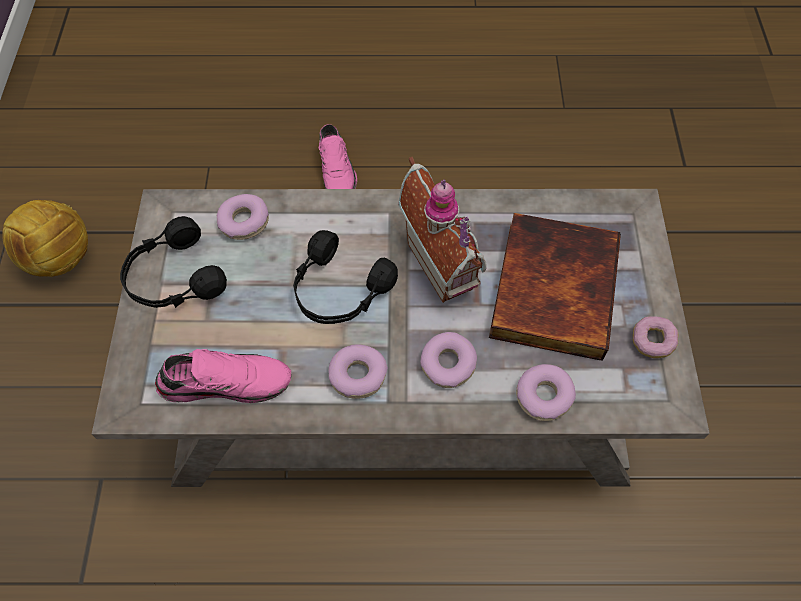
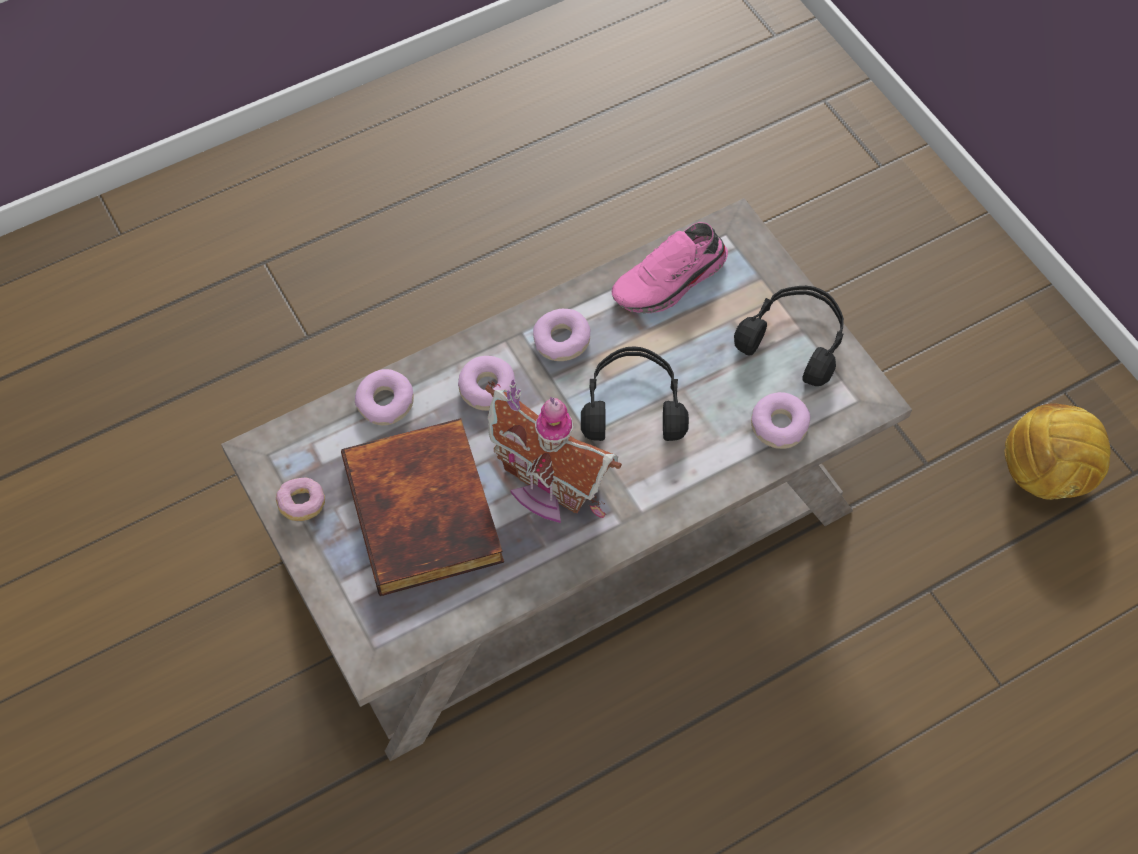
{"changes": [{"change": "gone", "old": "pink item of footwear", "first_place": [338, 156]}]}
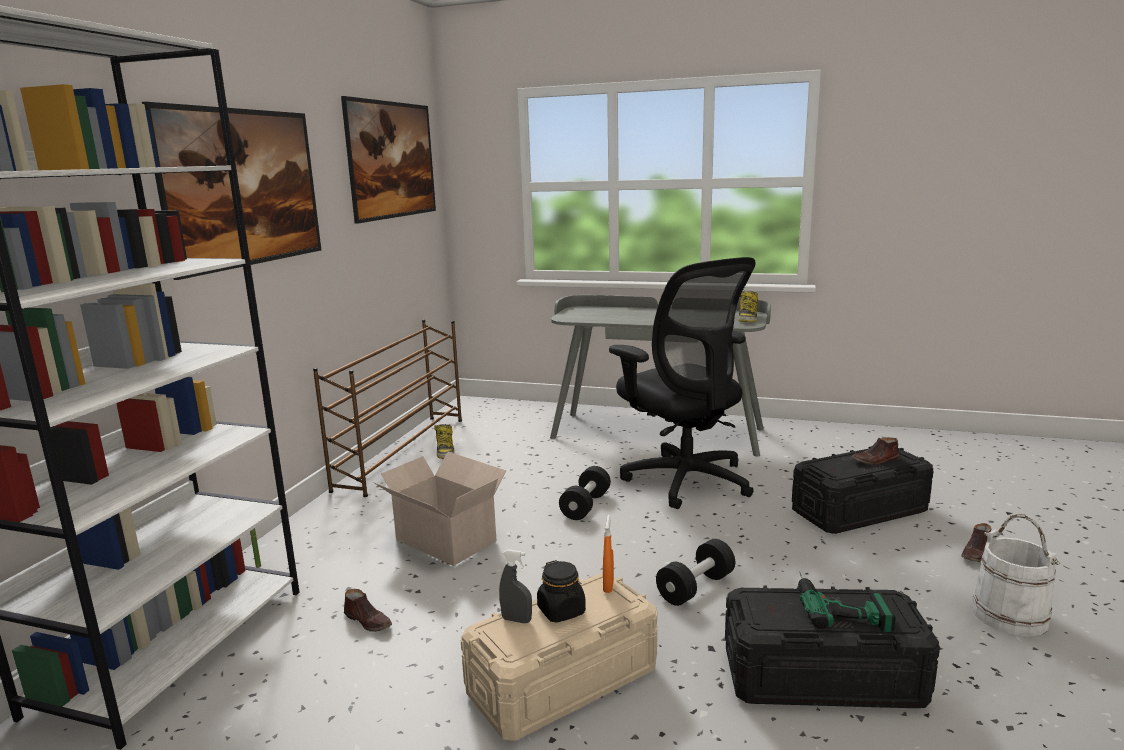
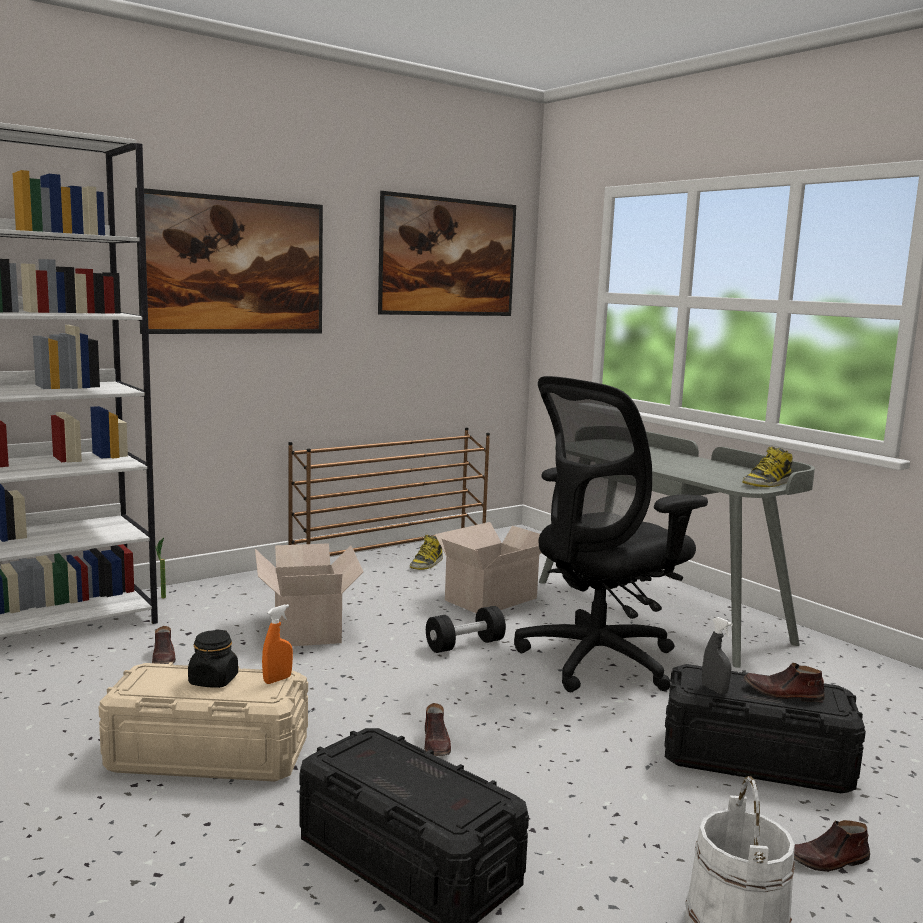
{"changes": [{"change": "shifted", "old": "greyish sprayer", "first_place": [515, 586], "second_place": [717, 655]}, {"change": "rotated", "old": "blackish computer chair", "first_place": [682, 383], "second_place": [611, 534], "degrees": 45}, {"change": "swapped", "old": "blackish dumbbell", "new": "brownish item of footwear", "first_place": [695, 572], "second_place": [437, 729]}, {"change": "gone", "old": "electric drill", "first_place": [847, 601]}, {"change": "new", "new": "cardboard box", "second_place": [488, 567]}]}
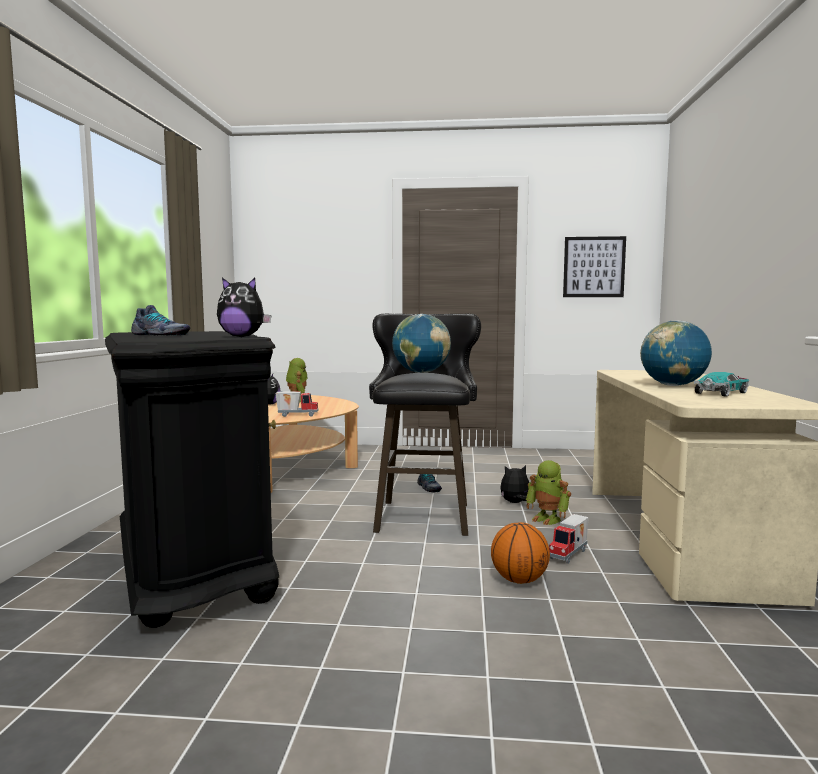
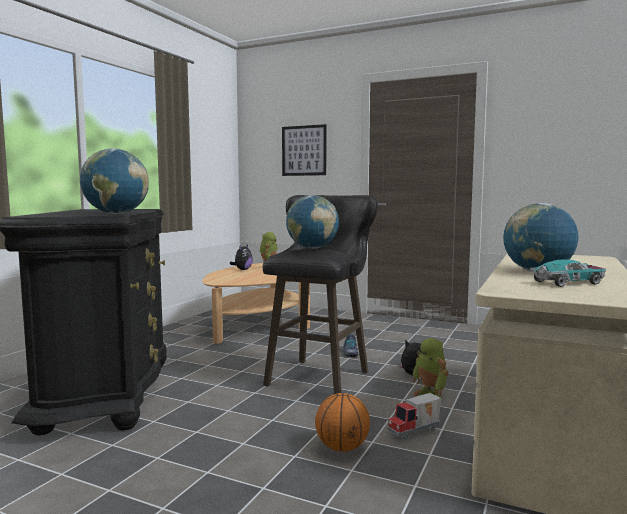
{"changes": [{"change": "gone", "old": "item of footwear", "first_place": [160, 320]}, {"change": "swapped", "old": "soft toy", "new": "globe", "first_place": [244, 307], "second_place": [114, 181]}, {"change": "gone", "old": "toy lorry", "first_place": [296, 404]}, {"change": "shifted", "old": "wall art", "first_place": [594, 266], "second_place": [304, 150]}]}
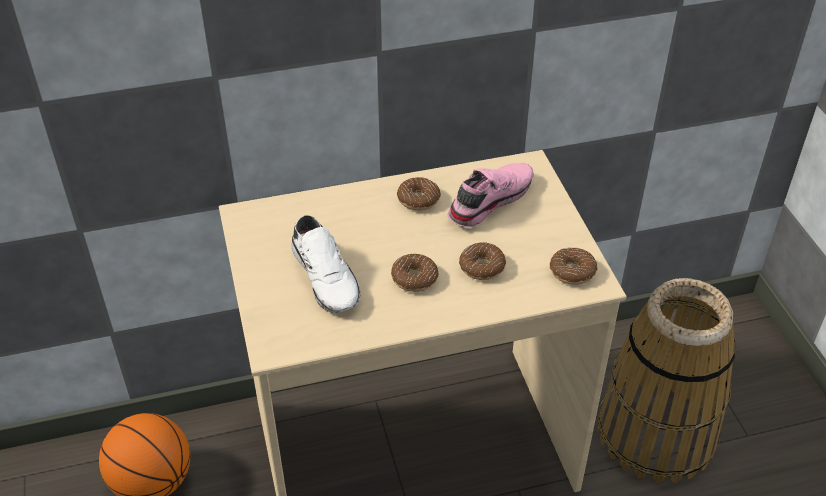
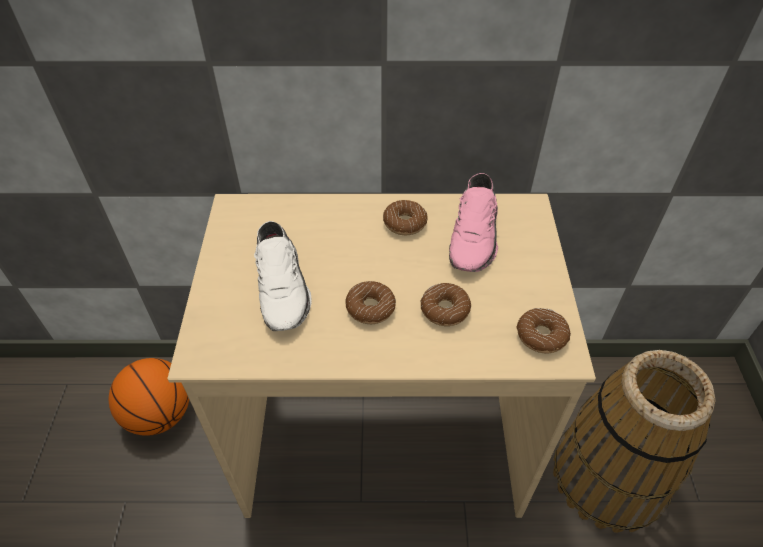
{"changes": [{"change": "rotated", "old": "pink item of footwear", "first_place": [491, 195], "second_place": [473, 222], "degrees": 135}]}
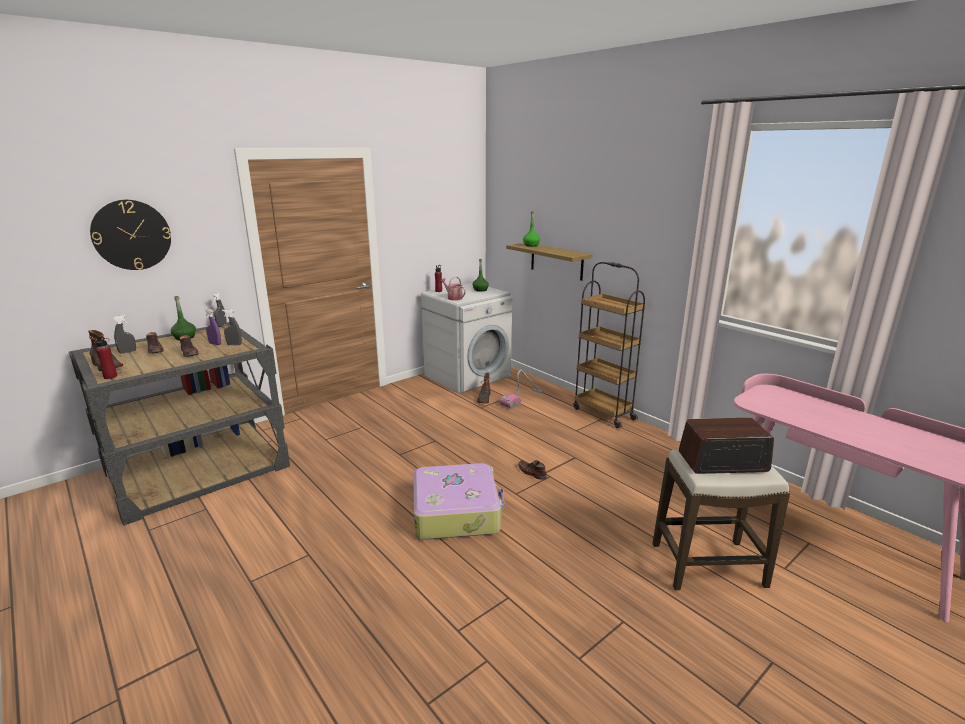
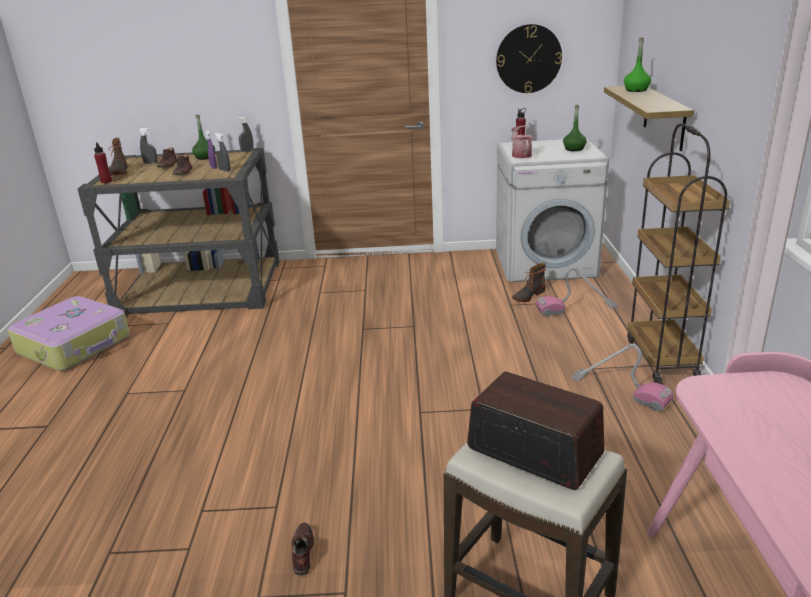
{"changes": [{"change": "shifted", "old": "wall clock", "first_place": [130, 235], "second_place": [529, 58]}, {"change": "shifted", "old": "piece of luggage", "first_place": [459, 501], "second_place": [69, 333]}, {"change": "shifted", "old": "brownish item of footwear", "first_place": [532, 470], "second_place": [302, 549]}, {"change": "new", "new": "vacuum cleaner", "second_place": [623, 377]}]}
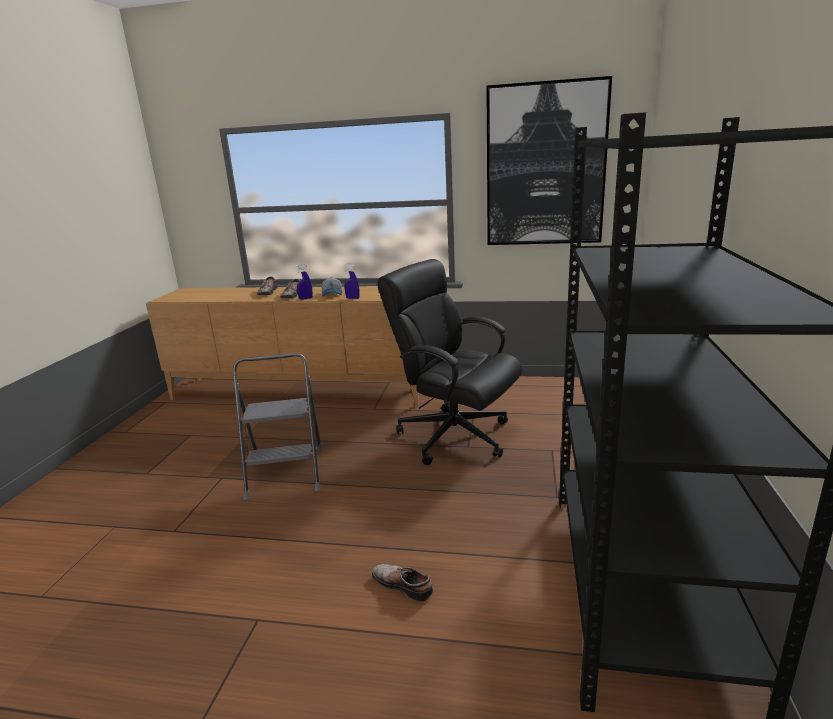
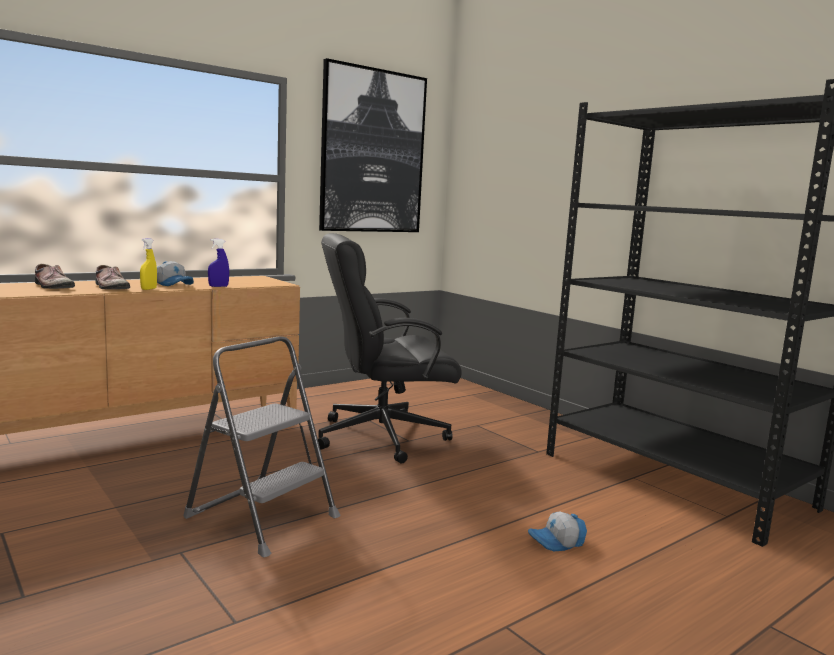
{"changes": [{"change": "repainted", "old": "bluish sprayer", "new": "yellow sprayer", "first_place": [304, 282], "second_place": [148, 264]}, {"change": "swapped", "old": "item of footwear", "new": "peaked cap", "first_place": [402, 583], "second_place": [557, 531]}]}
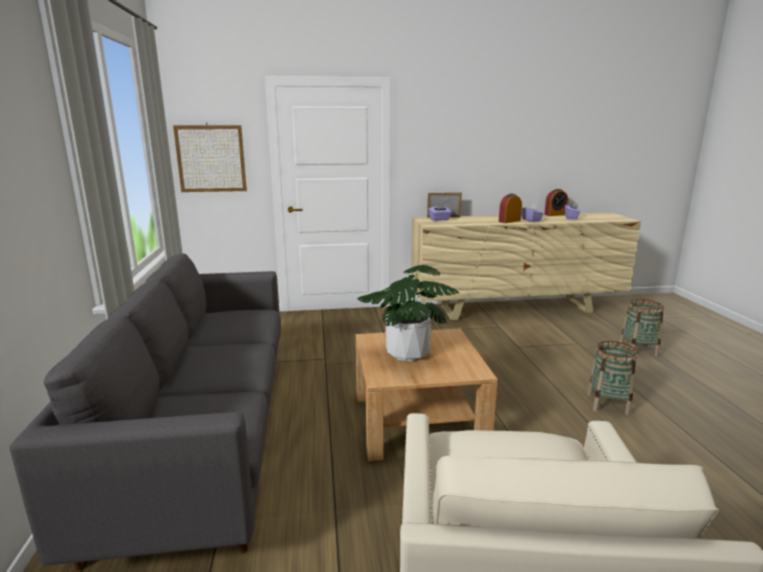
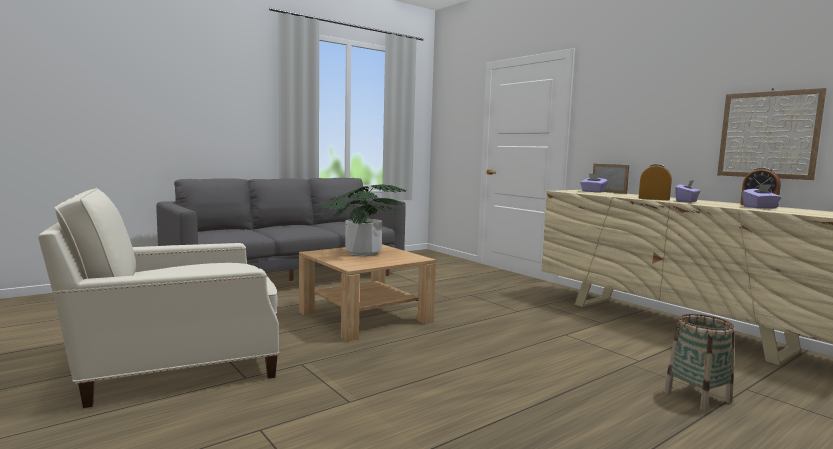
{"changes": [{"change": "shifted", "old": "wall art", "first_place": [210, 157], "second_place": [772, 134]}, {"change": "gone", "old": "household basket", "first_place": [612, 378]}]}
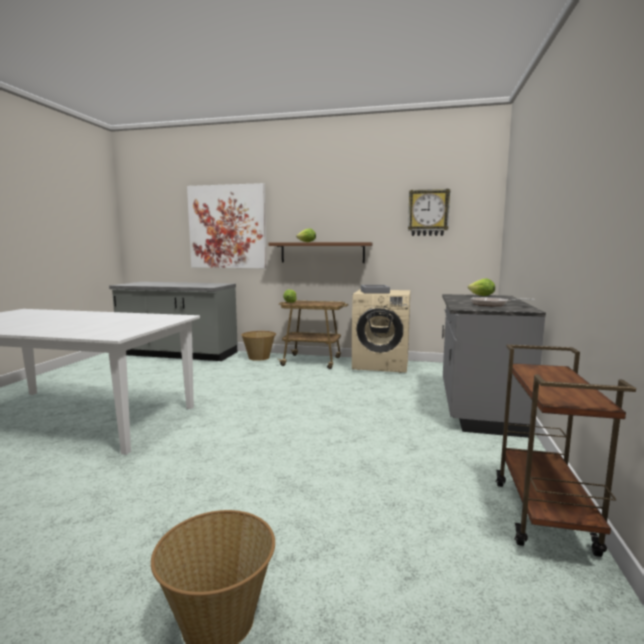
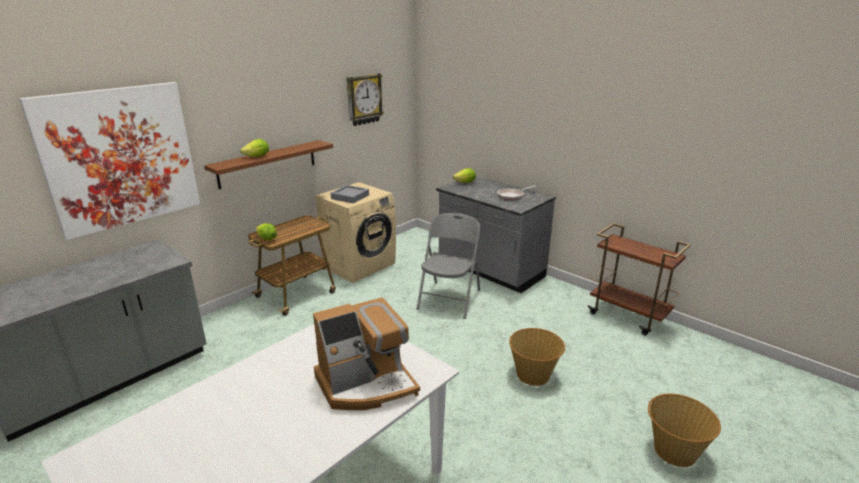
{"changes": [{"change": "shifted", "old": "household basket", "first_place": [258, 346], "second_place": [537, 357]}, {"change": "new", "new": "coffee machine", "second_place": [366, 353]}, {"change": "new", "new": "greyish upright chair", "second_place": [448, 266]}]}
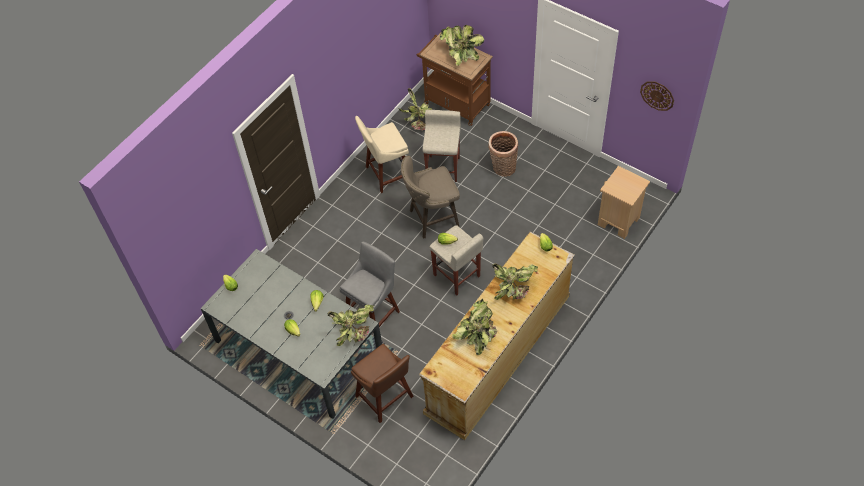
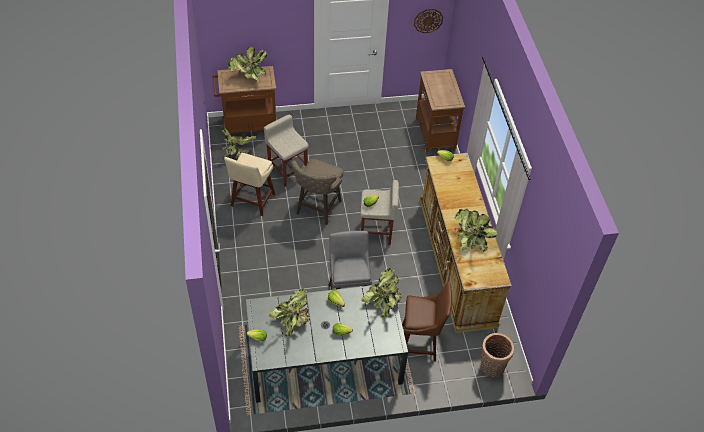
{"changes": [{"change": "shifted", "old": "household basket", "first_place": [503, 153], "second_place": [497, 355]}, {"change": "shifted", "old": "houseplant", "first_place": [515, 281], "second_place": [289, 312]}, {"change": "swapped", "old": "beige-coloured nightstand", "new": "brownish wheeled cart", "first_place": [624, 202], "second_place": [440, 111]}]}
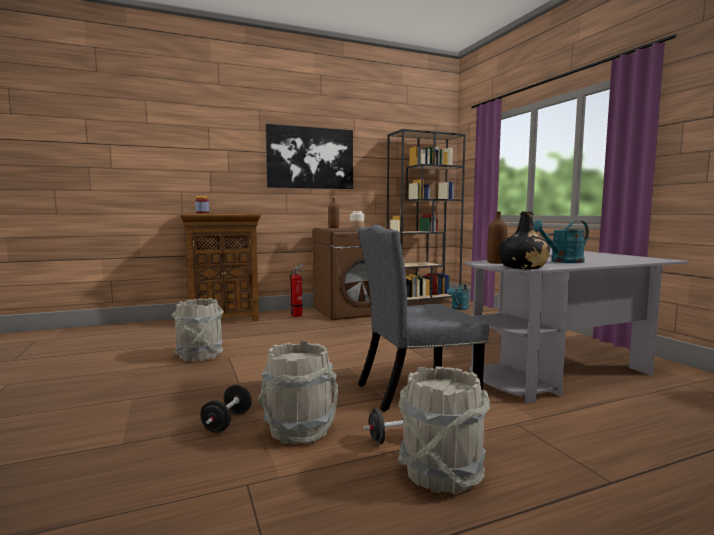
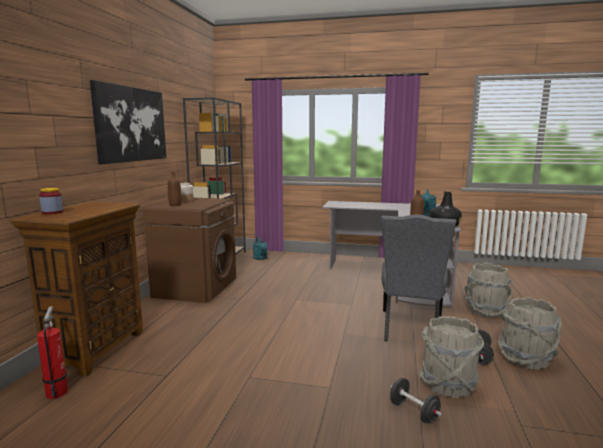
{"changes": [{"change": "shifted", "old": "greyish pail", "first_place": [197, 329], "second_place": [488, 290]}, {"change": "shifted", "old": "extinguisher", "first_place": [297, 290], "second_place": [52, 352]}]}
